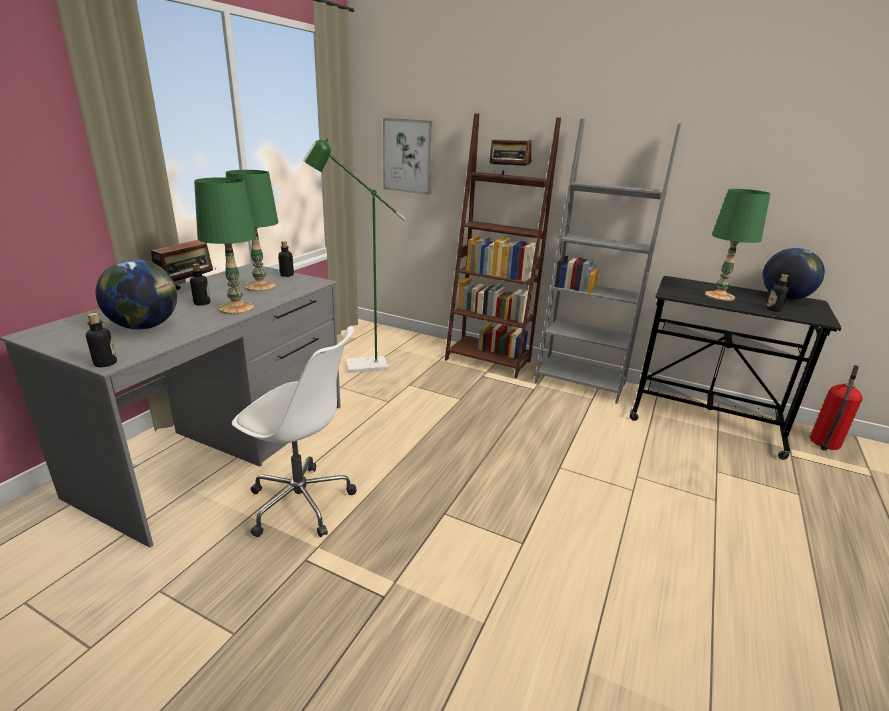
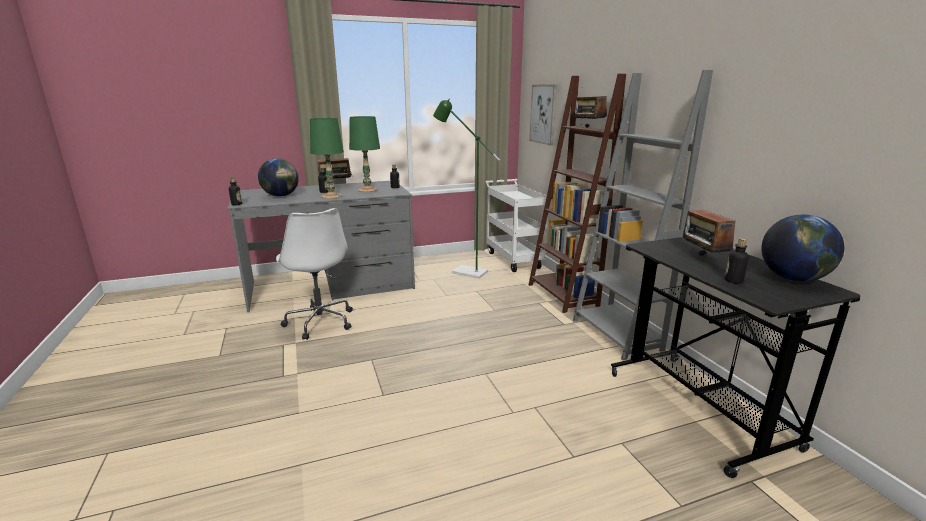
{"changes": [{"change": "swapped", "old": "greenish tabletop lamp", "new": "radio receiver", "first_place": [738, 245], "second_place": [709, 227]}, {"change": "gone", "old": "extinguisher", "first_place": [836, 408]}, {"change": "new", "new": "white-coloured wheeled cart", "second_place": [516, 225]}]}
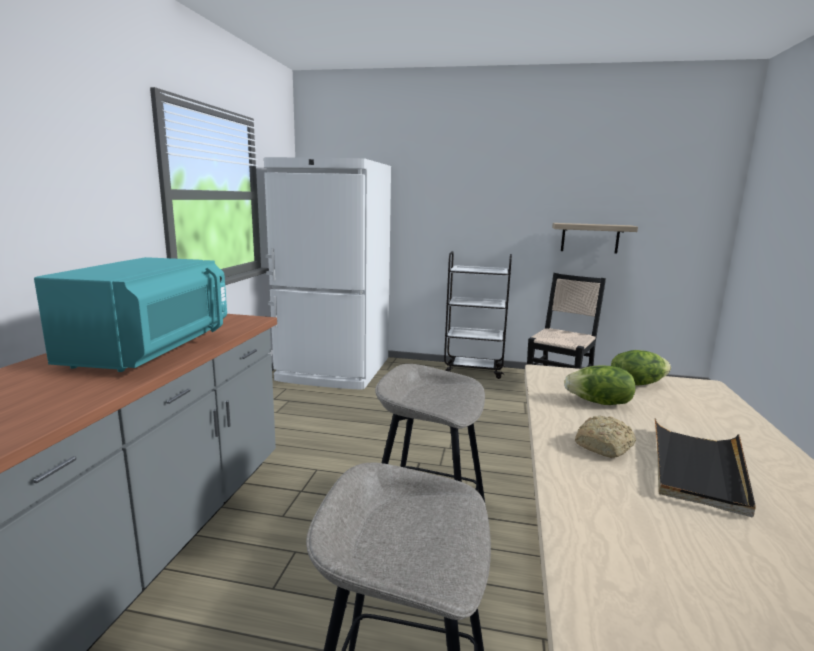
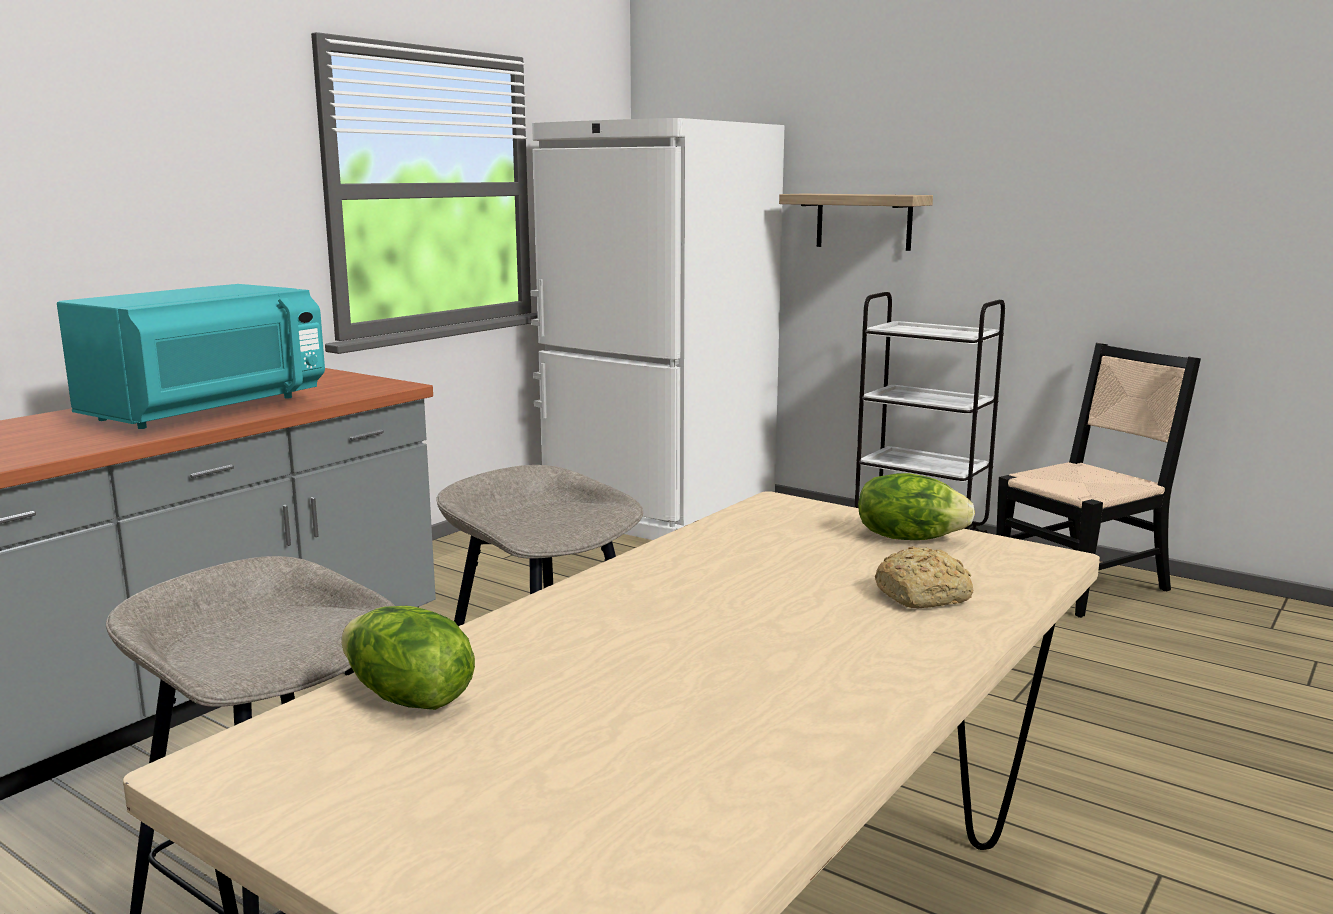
{"changes": [{"change": "shifted", "old": "bracket shelf", "first_place": [595, 238], "second_place": [856, 222]}, {"change": "shifted", "old": "head of lettuce", "first_place": [600, 385], "second_place": [408, 658]}, {"change": "shifted", "old": "baked bread", "first_place": [605, 437], "second_place": [924, 577]}, {"change": "gone", "old": "blackish carrying tray", "first_place": [705, 468]}]}
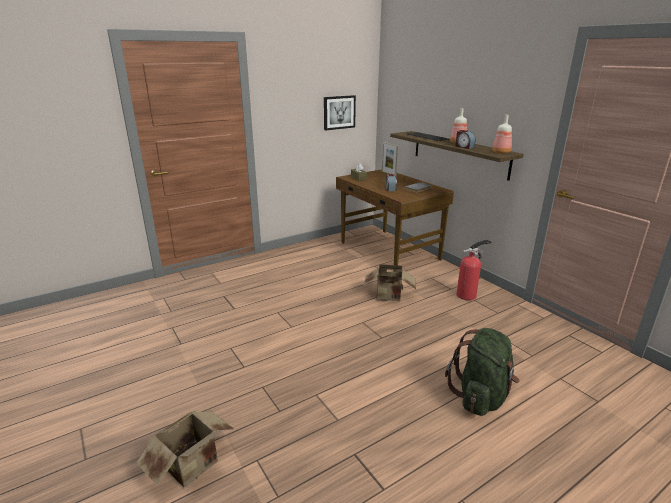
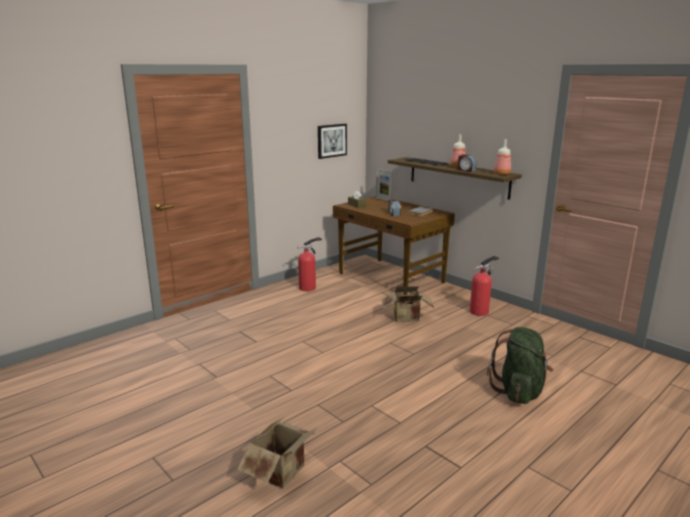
{"changes": [{"change": "new", "new": "extinguisher", "second_place": [309, 264]}]}
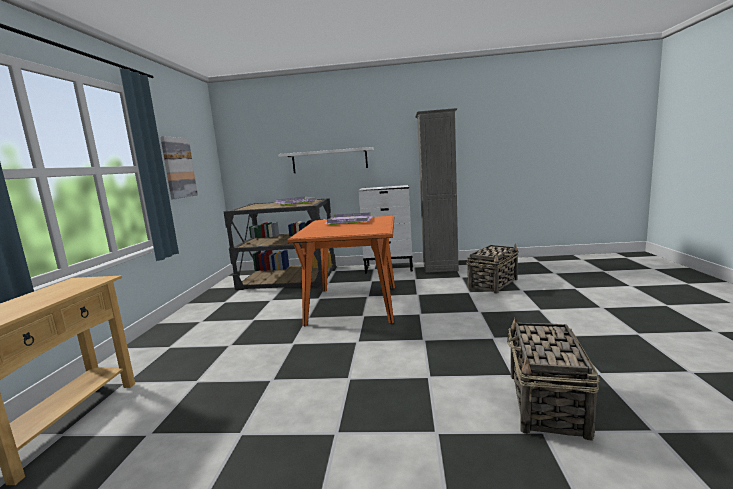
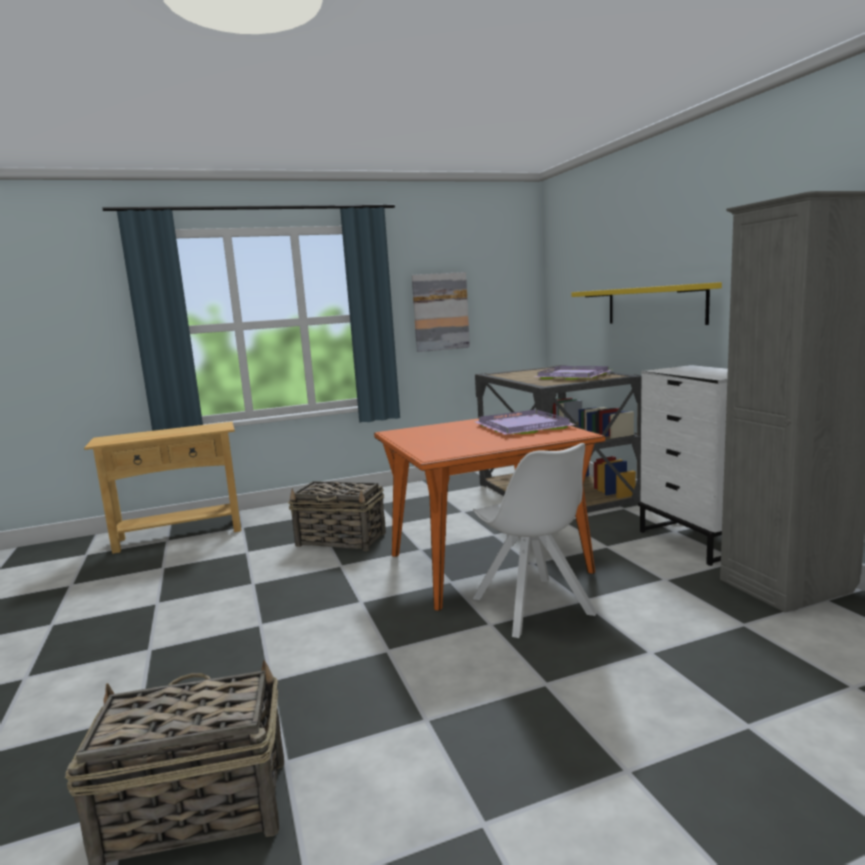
{"changes": [{"change": "repainted", "old": "white-coloured bracket shelf", "new": "yellow bracket shelf", "first_place": [326, 160], "second_place": [646, 303]}, {"change": "shifted", "old": "household basket", "first_place": [492, 269], "second_place": [337, 516]}, {"change": "new", "new": "white-coloured upright chair", "second_place": [535, 540]}]}
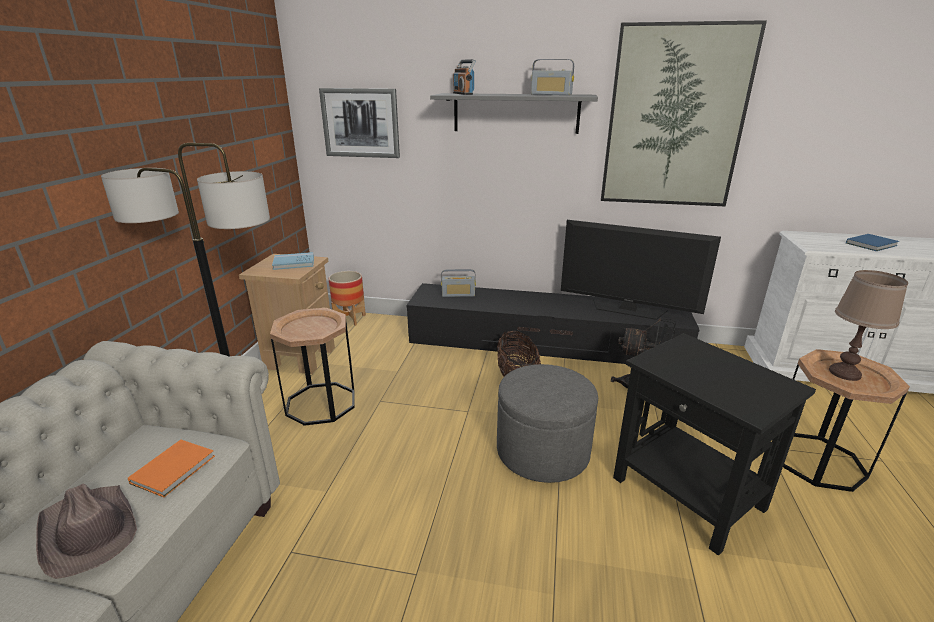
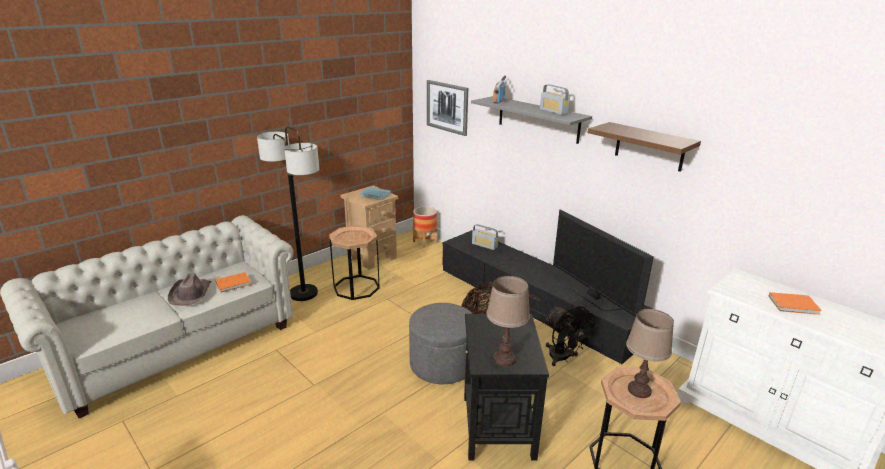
{"changes": [{"change": "swapped", "old": "wall art", "new": "brownish bracket shelf", "first_place": [684, 113], "second_place": [644, 147]}, {"change": "repainted", "old": "bluish volume", "new": "orange-coloured volume", "first_place": [872, 242], "second_place": [795, 303]}, {"change": "new", "new": "brownish tabletop lamp", "second_place": [508, 321]}]}
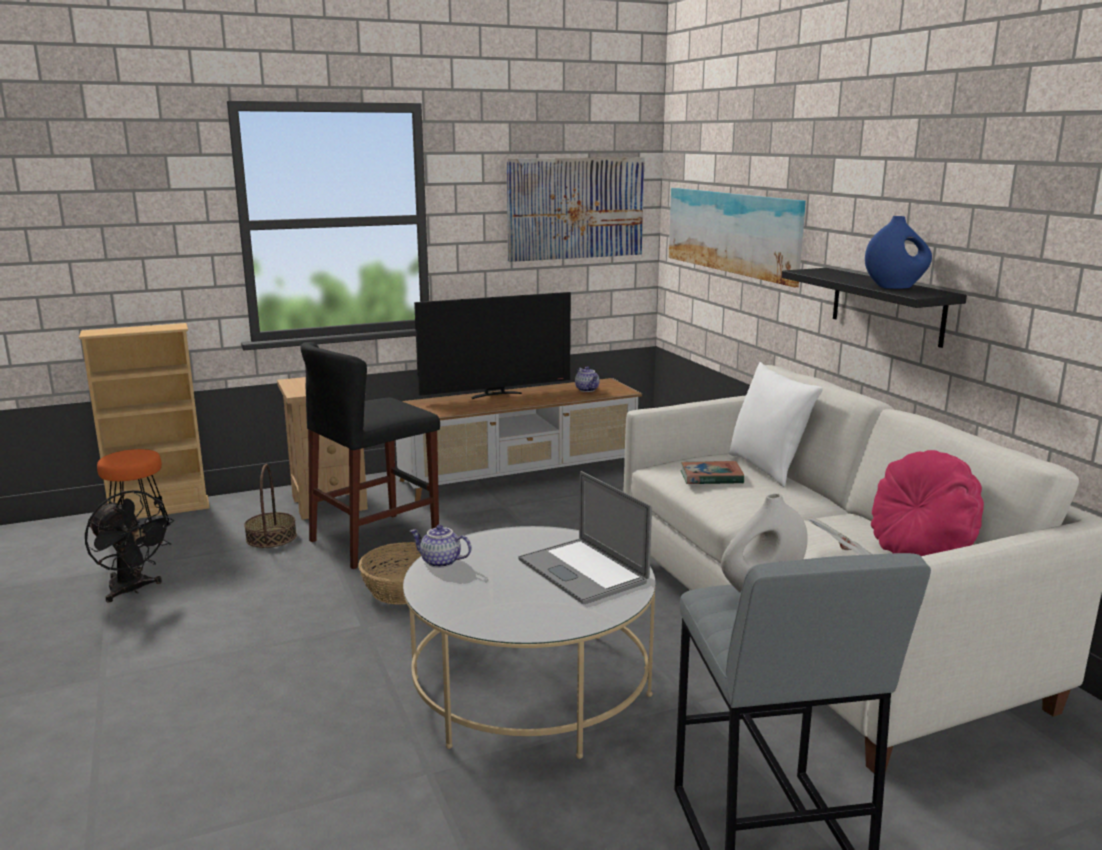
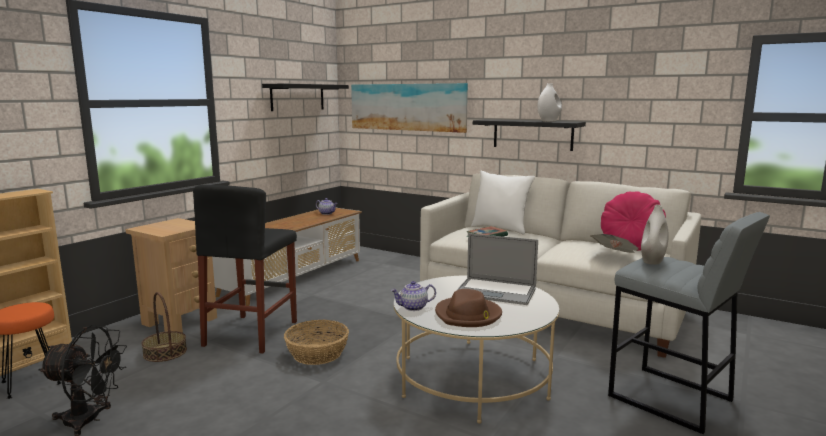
{"changes": [{"change": "gone", "old": "TV", "first_place": [492, 345]}, {"change": "swapped", "old": "wall art", "new": "blackish bracket shelf", "first_place": [575, 209], "second_place": [305, 97]}, {"change": "repainted", "old": "bluish decorative vase", "new": "white-coloured decorative vase", "first_place": [898, 252], "second_place": [549, 102]}, {"change": "new", "new": "brownish clothing hat", "second_place": [468, 308]}]}
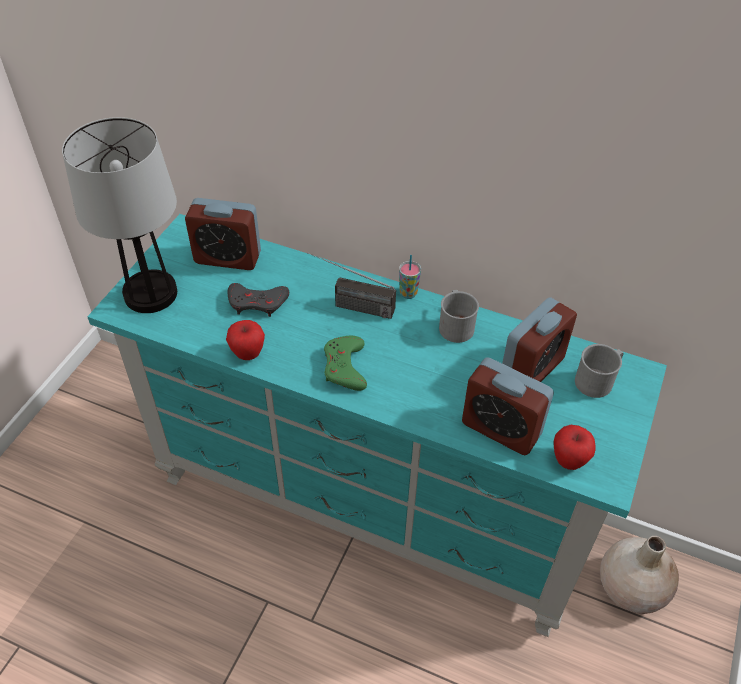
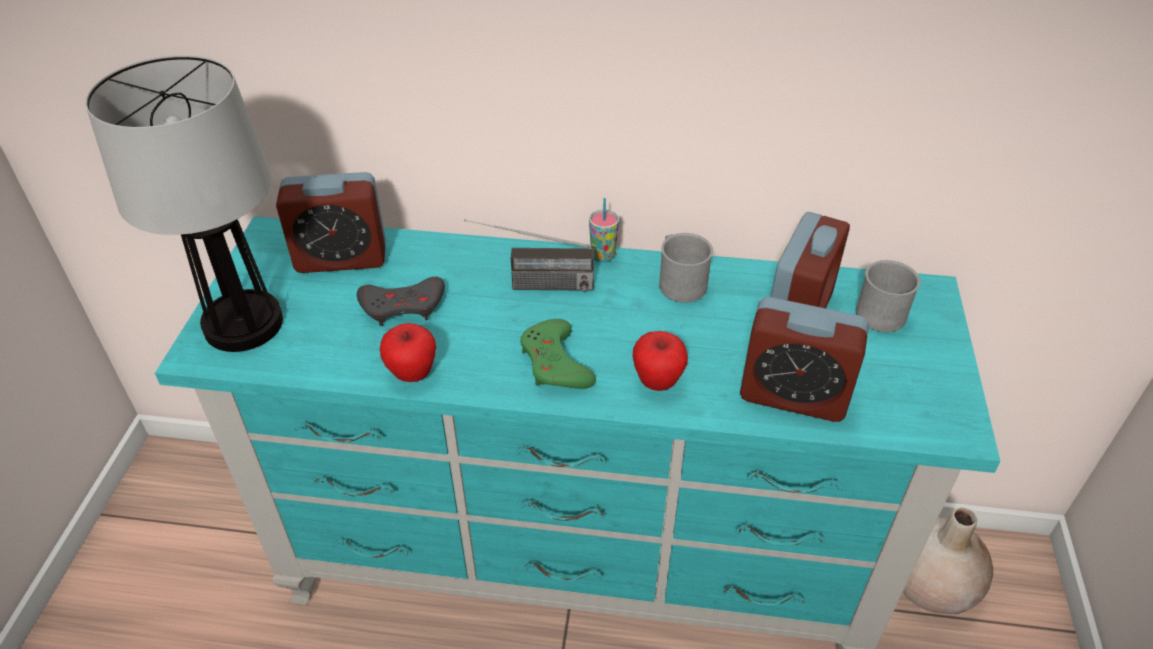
{"changes": [{"change": "shifted", "old": "whole apple", "first_place": [575, 447], "second_place": [660, 361]}]}
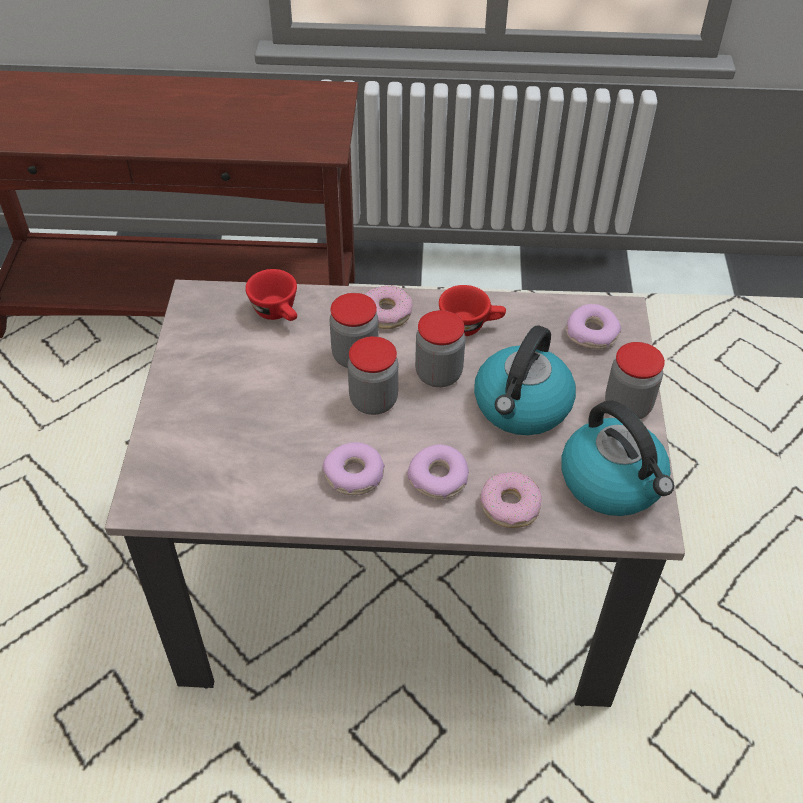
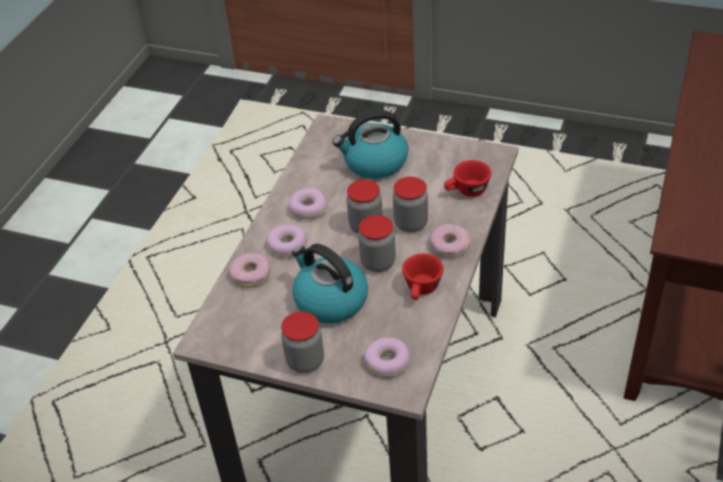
{"changes": [{"change": "shifted", "old": "kettle", "first_place": [617, 458], "second_place": [370, 144]}]}
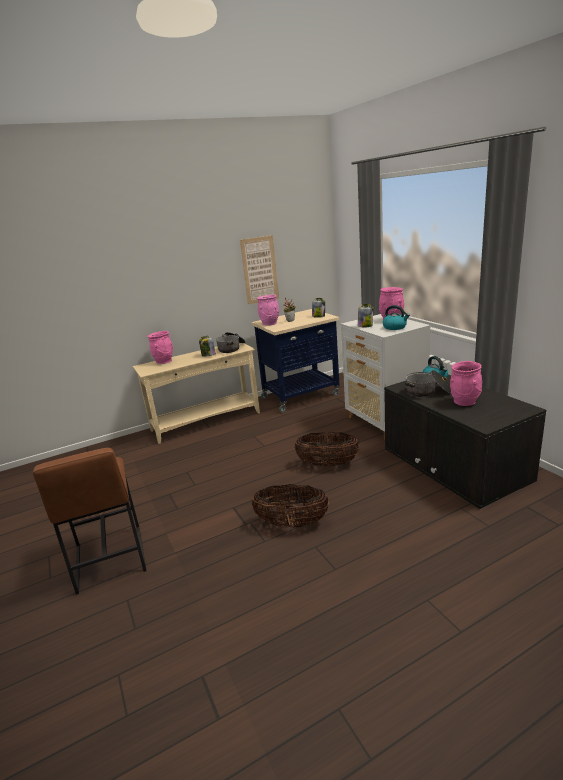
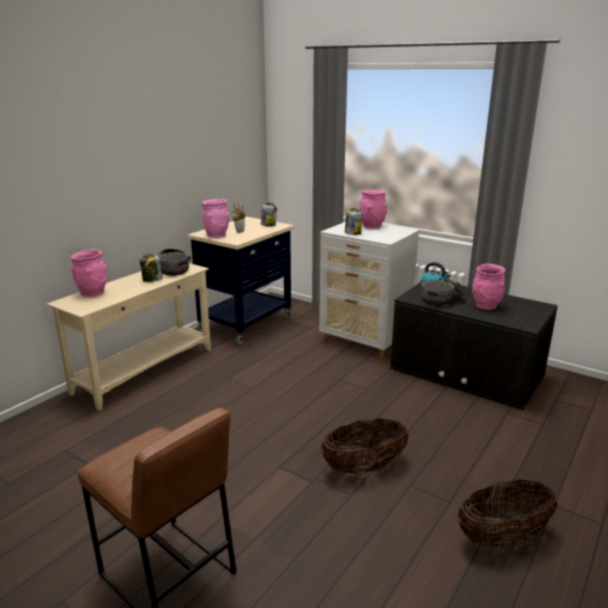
{"changes": [{"change": "gone", "old": "wall art", "first_place": [259, 270]}, {"change": "shifted", "old": "household basket", "first_place": [326, 449], "second_place": [508, 513]}, {"change": "gone", "old": "kettle", "first_place": [396, 317]}]}
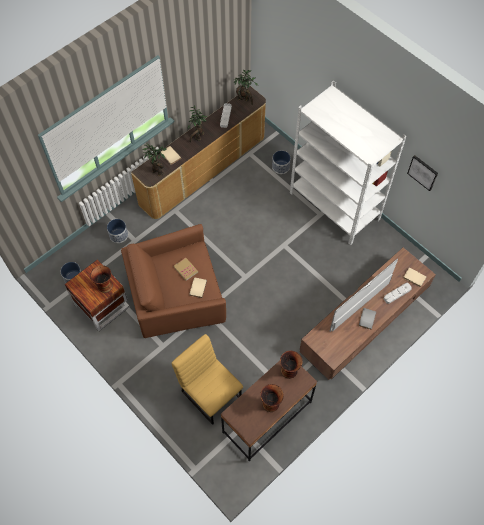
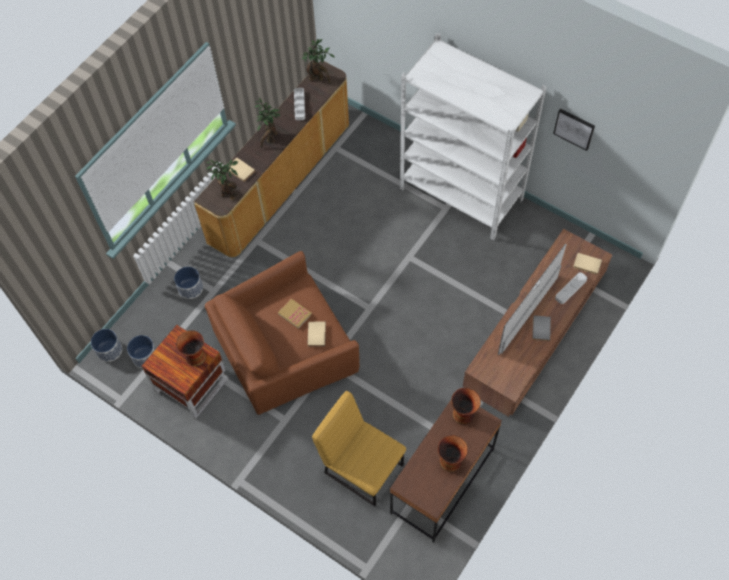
{"changes": [{"change": "shifted", "old": "flower pot", "first_place": [281, 162], "second_place": [106, 345]}]}
